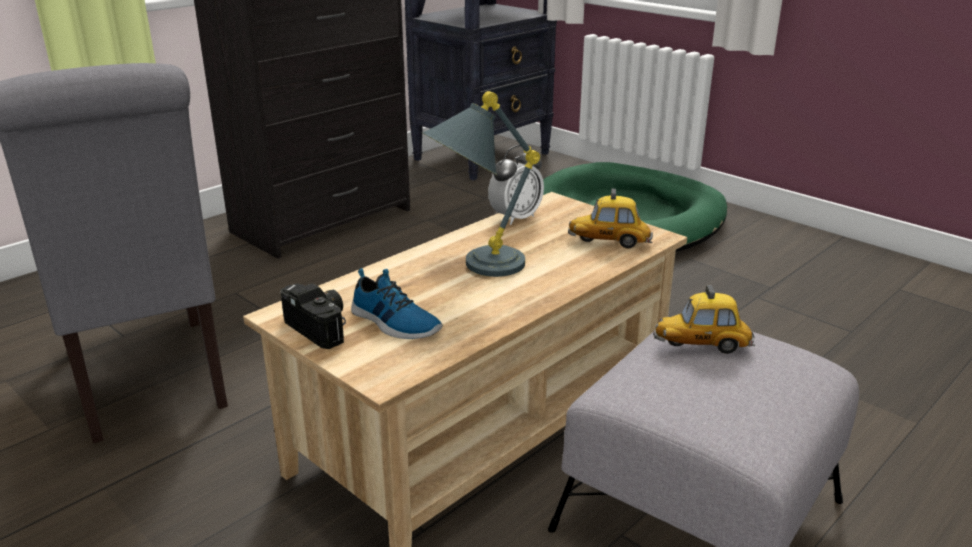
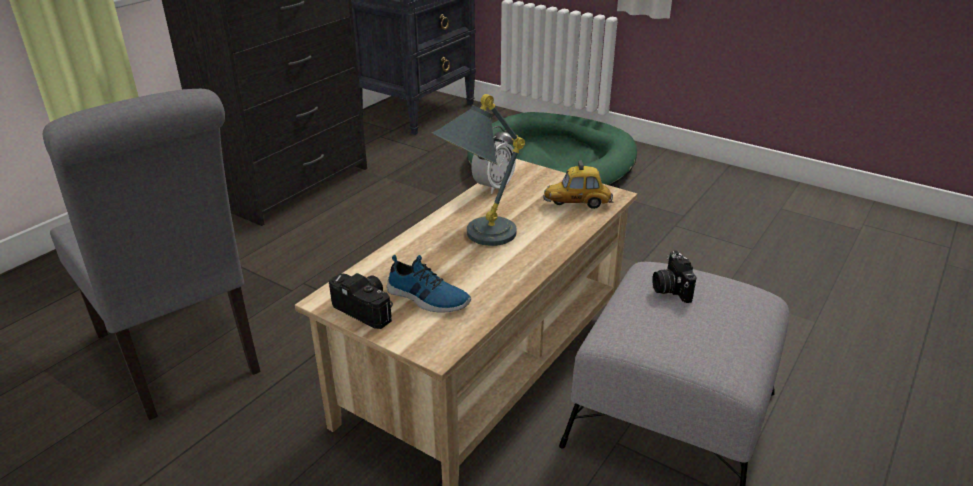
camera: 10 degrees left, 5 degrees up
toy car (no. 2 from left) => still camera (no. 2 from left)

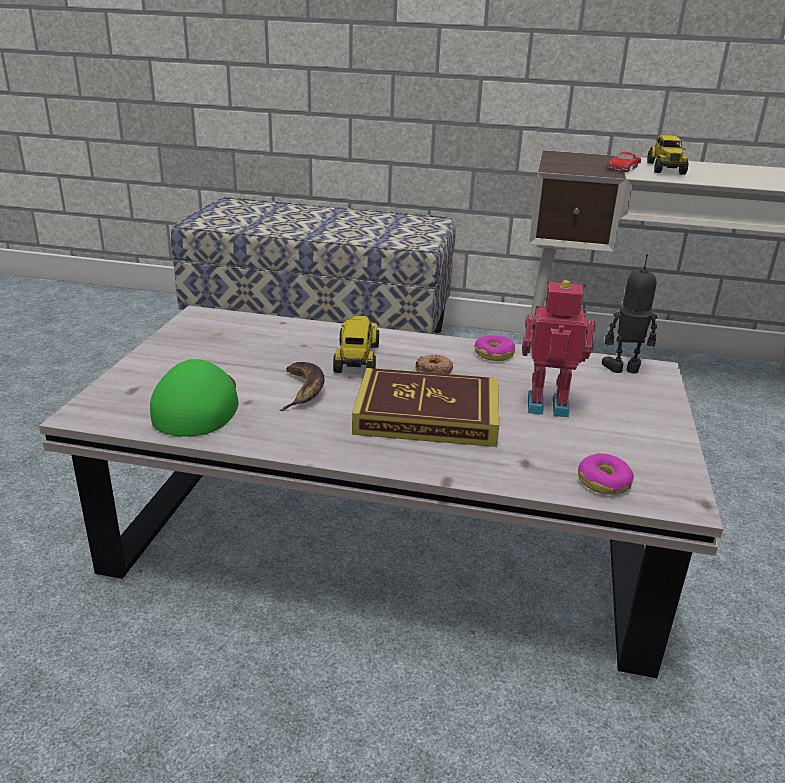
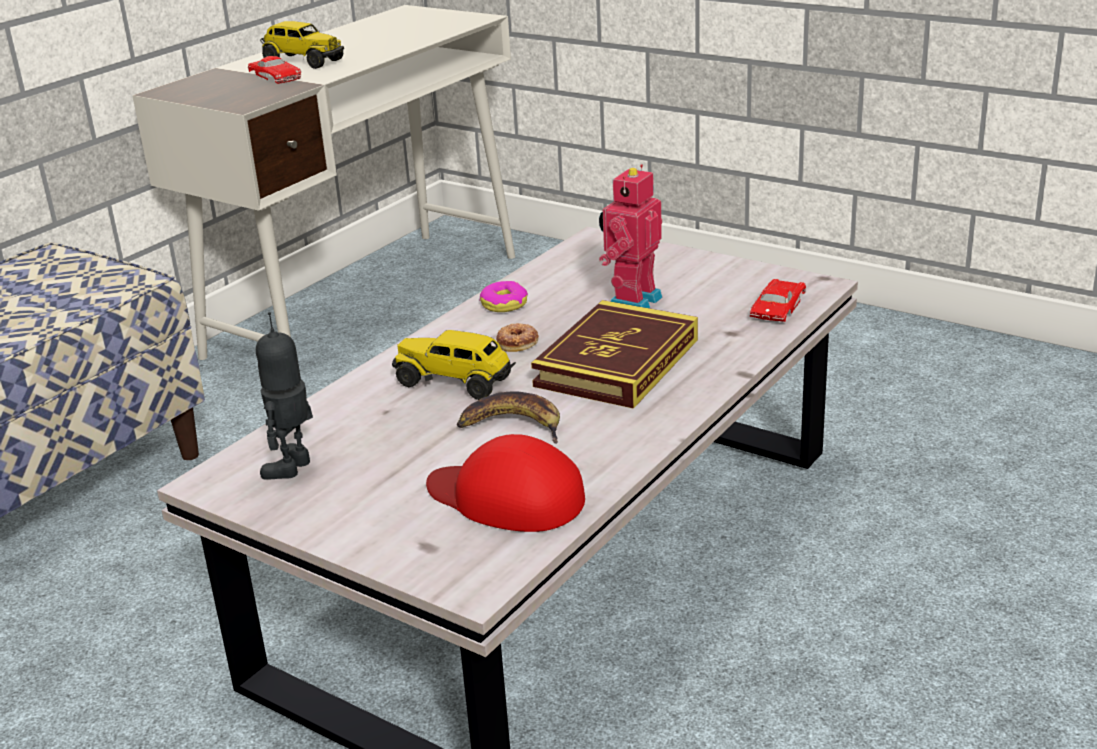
camera: 65 degrees left, 0 degrees up
toy robot (no. 2 from left in the first image) => toy robot (no. 1 from left), shifted
doughnut (no. 3 from left) => red-coloured toy car (no. 2 from left)
green-coloured baseball cap => red-coloured baseball cap

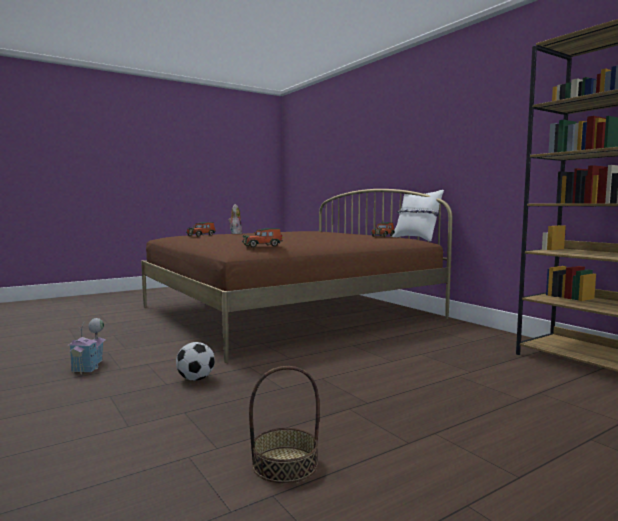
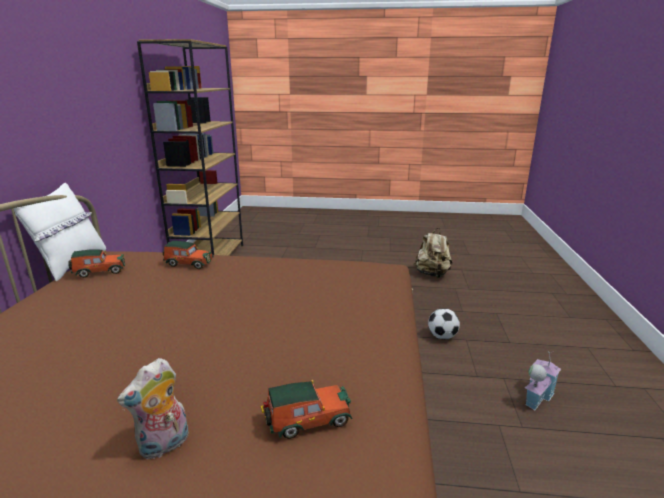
camera: 140 degrees left, 15 degrees up
toy car (no. 2 from left), shifted
basket => beige knapsack

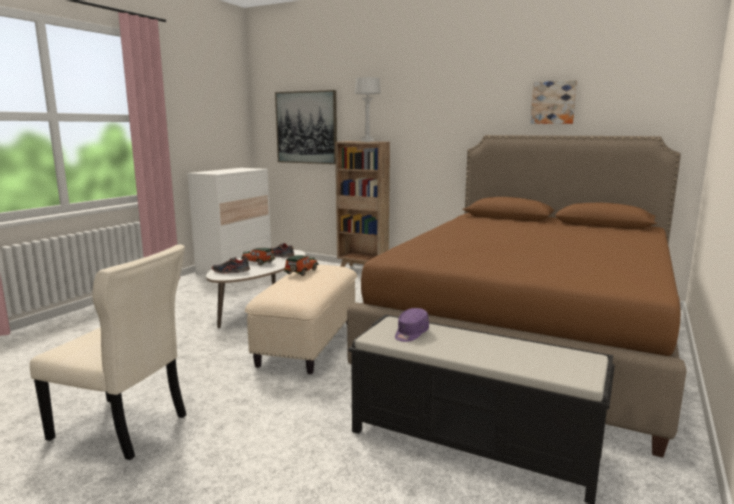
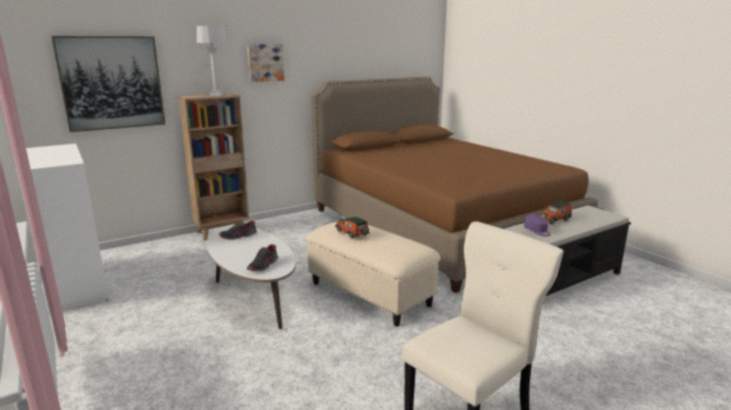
camera: 60 degrees left, 5 degrees up
toy car (no. 1 from left in the first image) => toy car (no. 2 from left), shifted
wall art (no. 2 from left), shifted

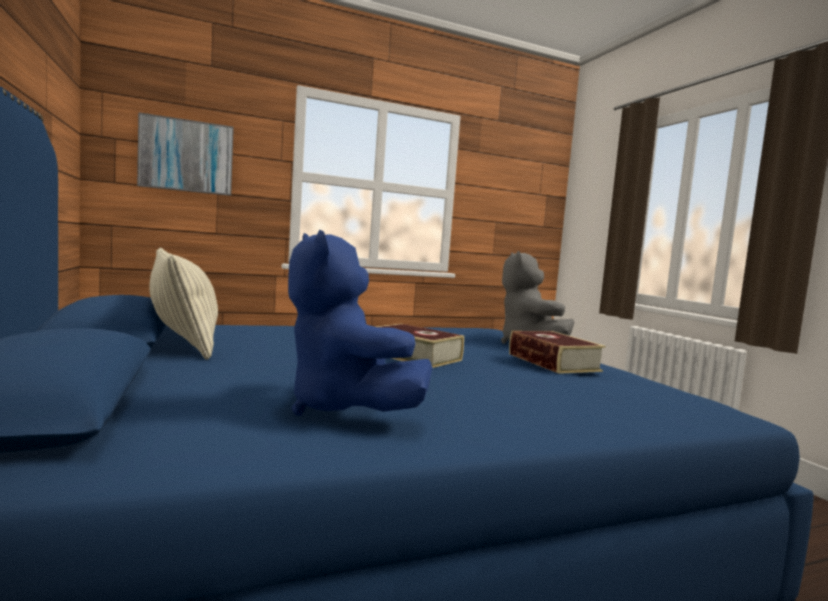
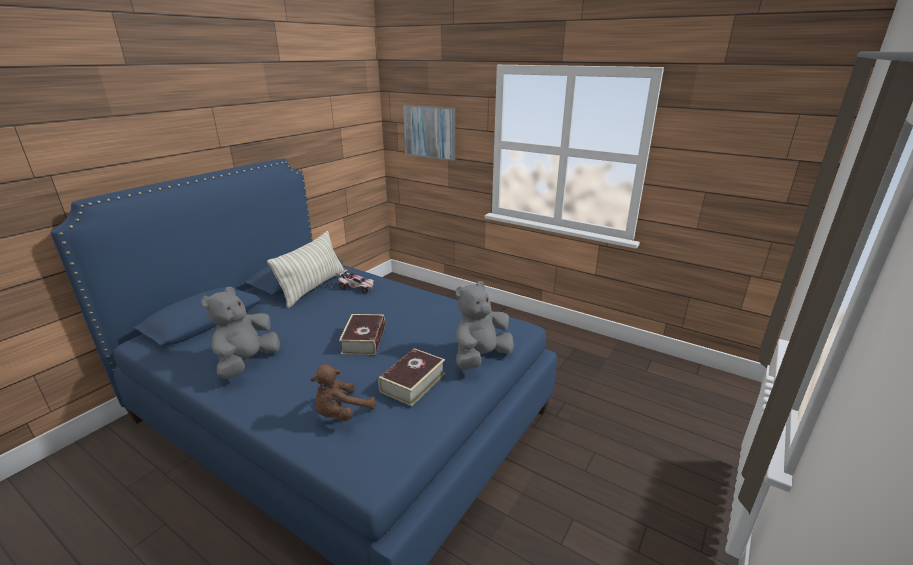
camera: 55 degrees right, 20 degrees up
nothing => brownish plush toy
nothing => toy car
bluish plush toy => greyish plush toy (no. 1 from left)

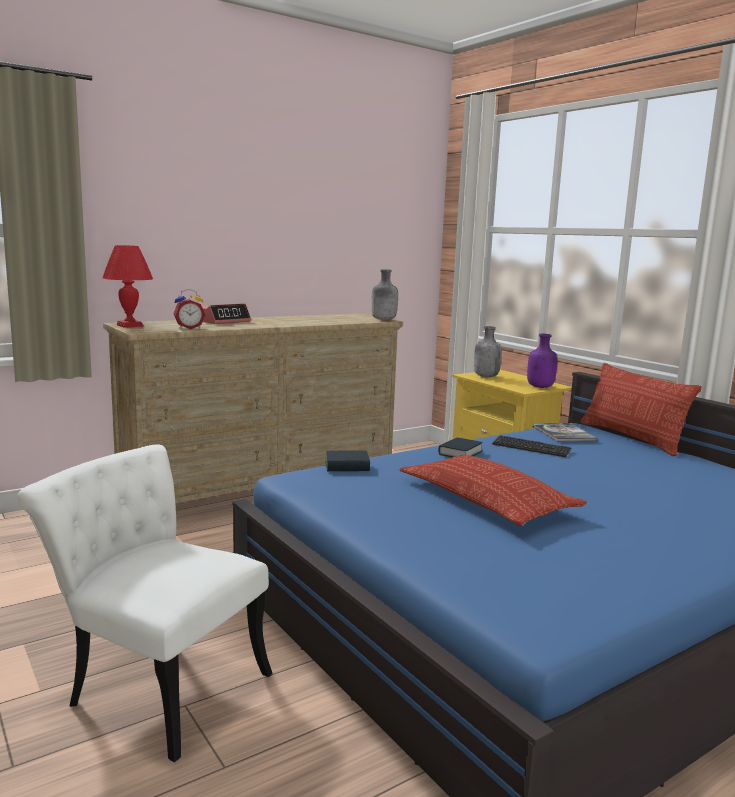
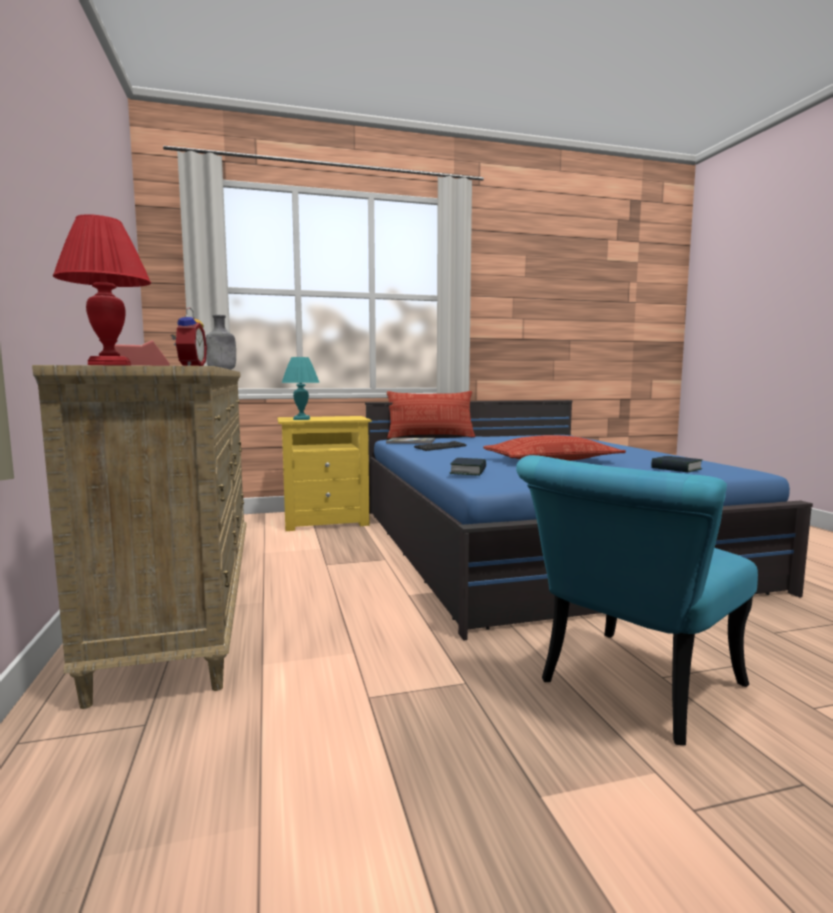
camera: 70 degrees left, 5 degrees down
purple-coloured drink bottle => nothing
bound book (no. 2 from left in the first image) => bound book (no. 3 from left), shifted
greyish drink bottle (no. 2 from left) => turquoise-coloured tabletop lamp
white chair => turquoise-coloured chair

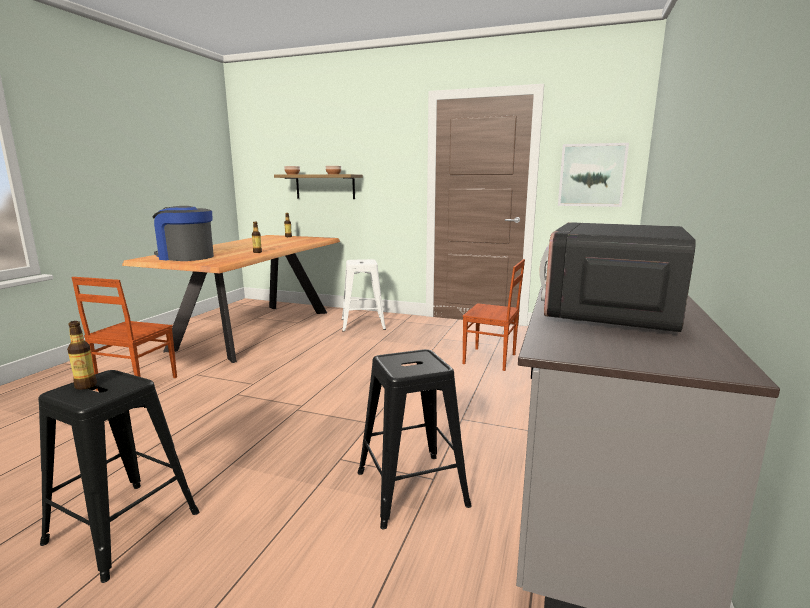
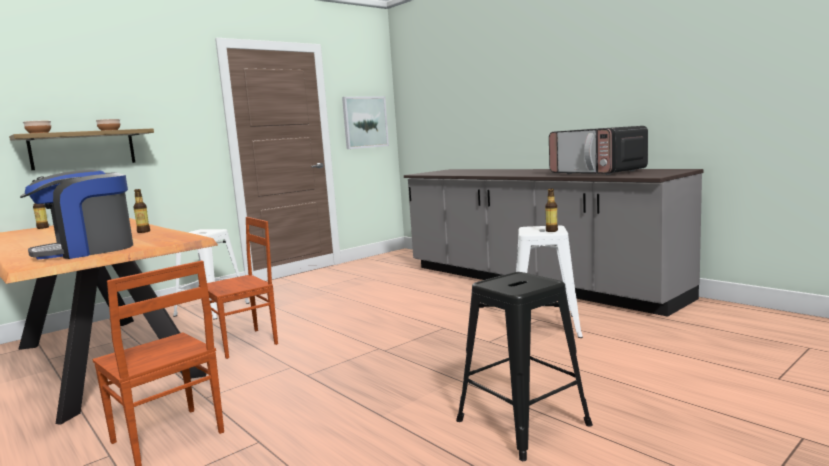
camera: 60 degrees left, 5 degrees down
drink bottle (no. 1 from left in the first image) => drink bottle (no. 3 from left), shifted
brownish chair (no. 2 from left), shifted
black stool seat (no. 2 from left) => white stool seat (no. 2 from left)

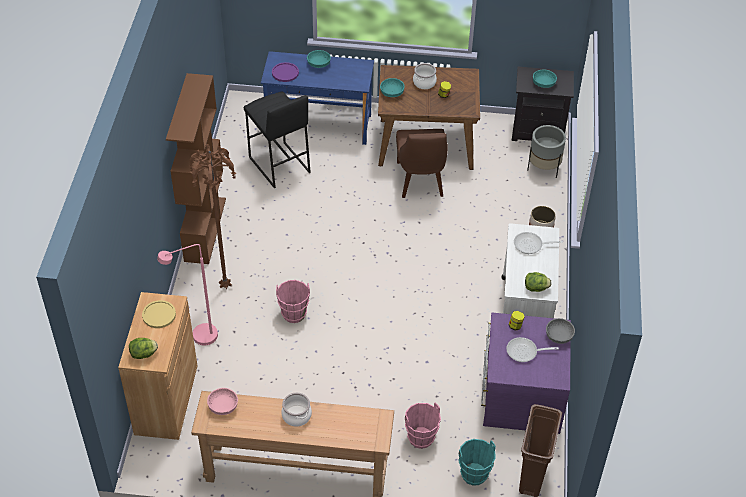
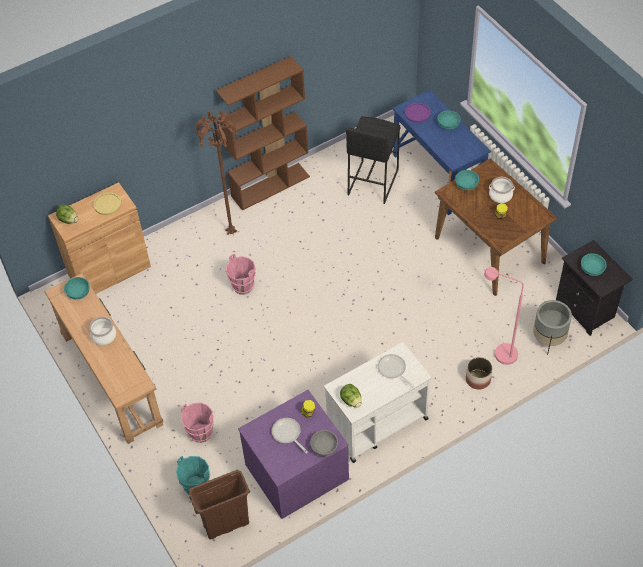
camera: 55 degrees right, 5 degrees up
brownish chair => nothing
pinkish standing lamp, shifted
pinkish serving bowl => turquoise-coloured serving bowl (no. 1 from left)

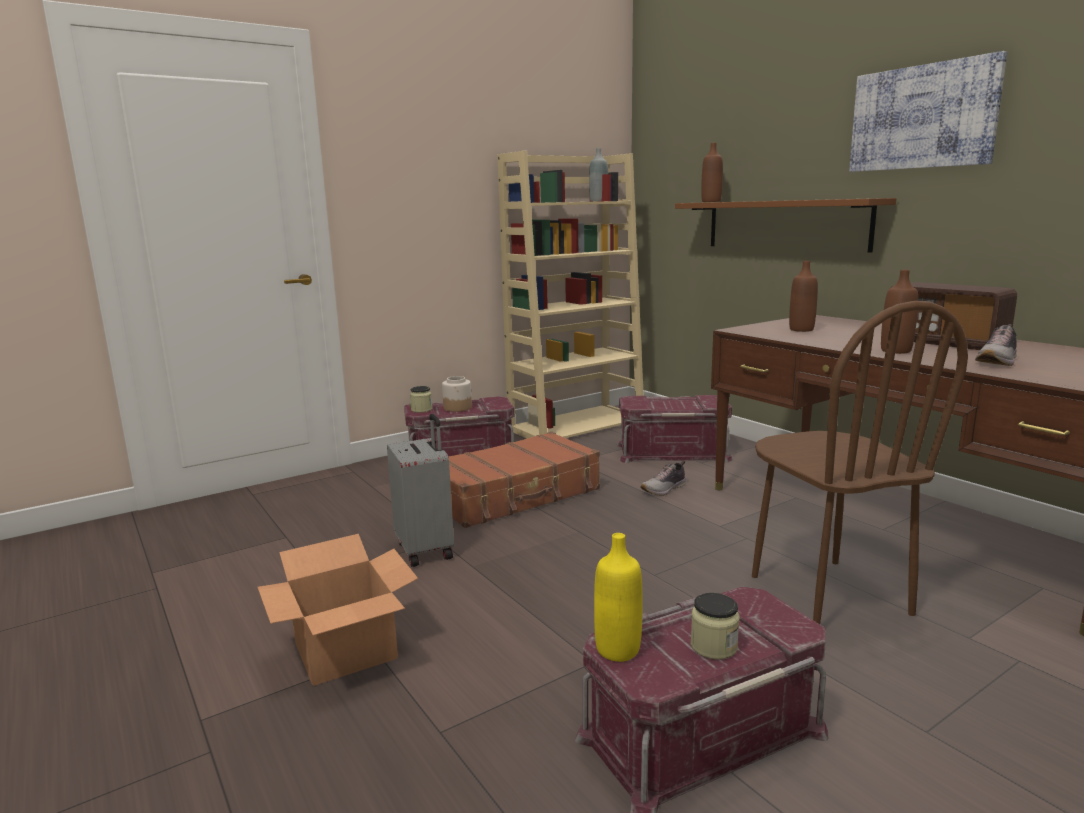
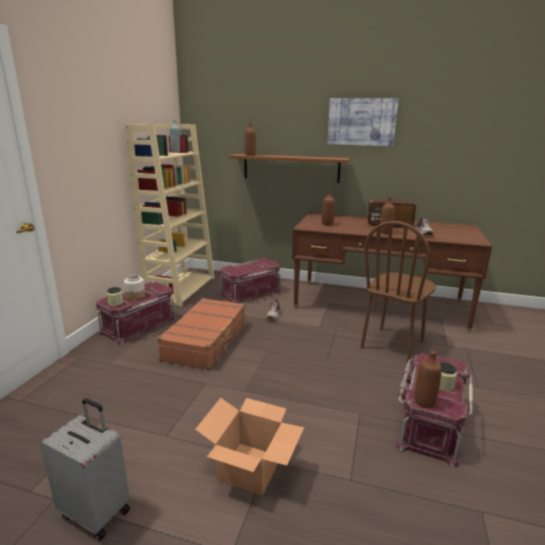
camera: 40 degrees left, 5 degrees up
greyish piece of luggage, shifted
yellow-coloured drink bottle => brownish drink bottle (no. 4 from left)
brownish chair, 90 degrees clockwise

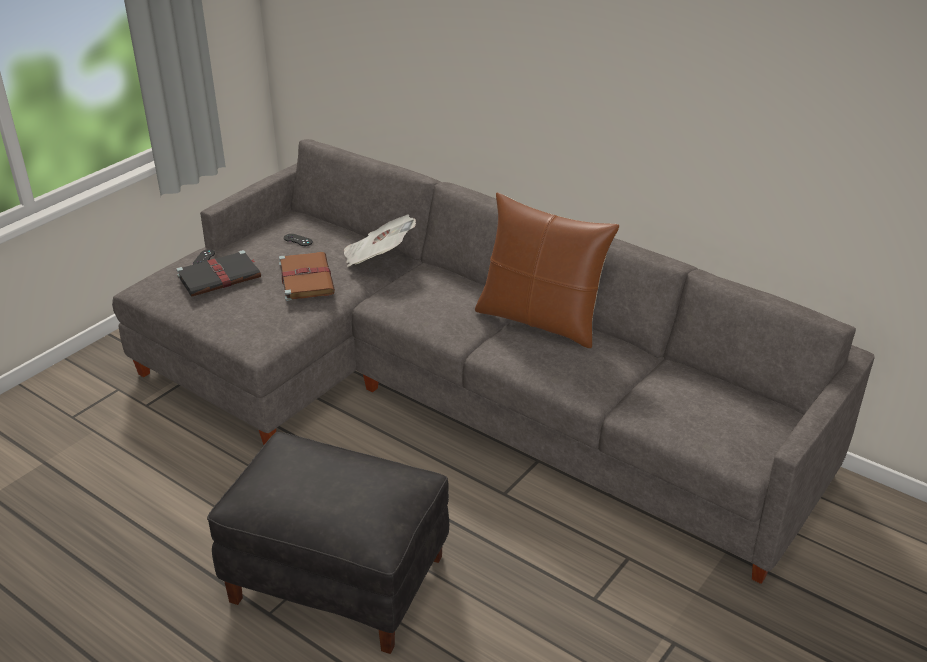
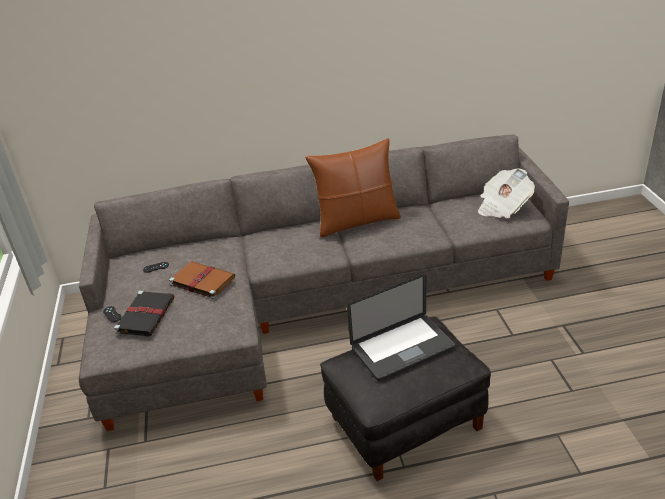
camera: 45 degrees left, 0 degrees up
nothing => laptop
newspaper, shifted

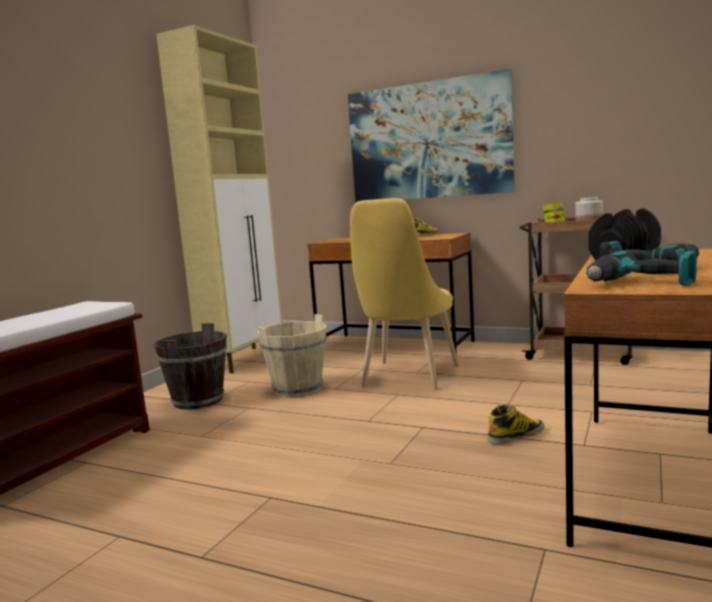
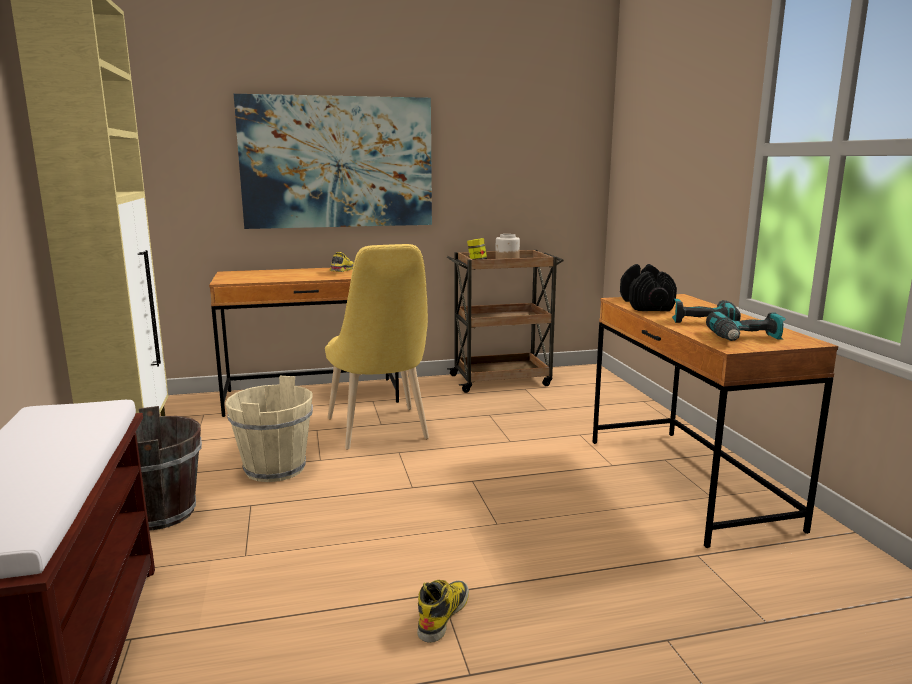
camera: 40 degrees left, 5 degrees up
tall boot, shifted

